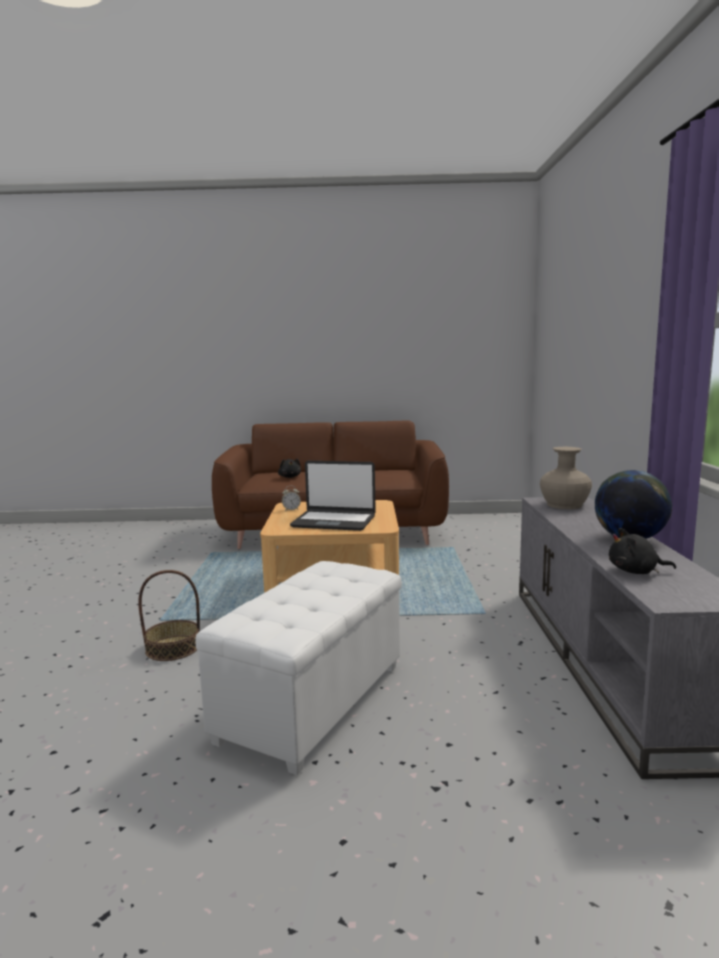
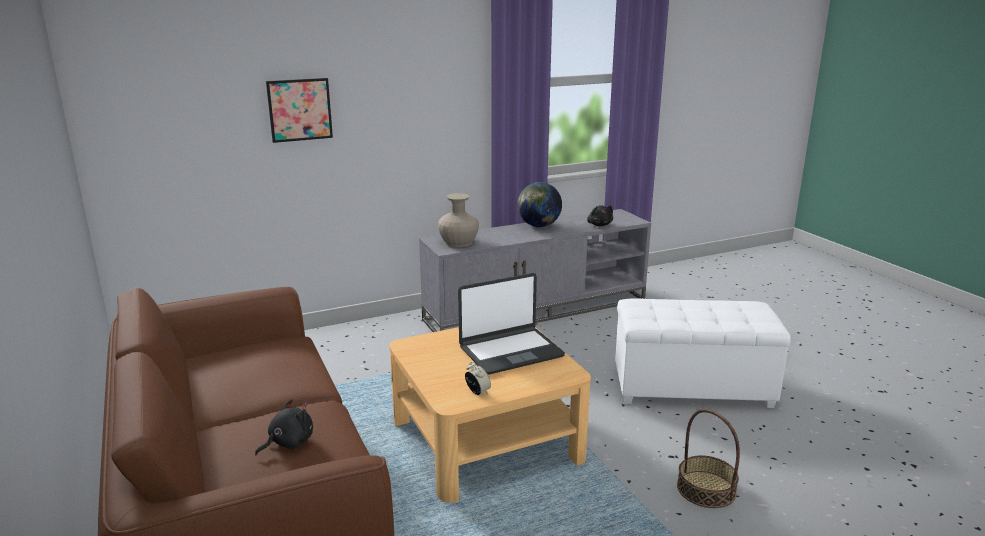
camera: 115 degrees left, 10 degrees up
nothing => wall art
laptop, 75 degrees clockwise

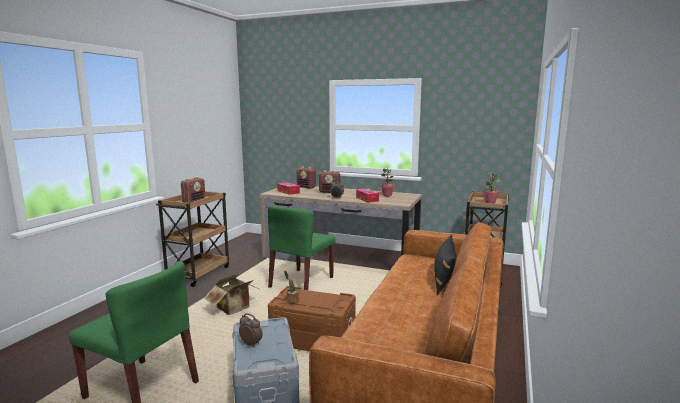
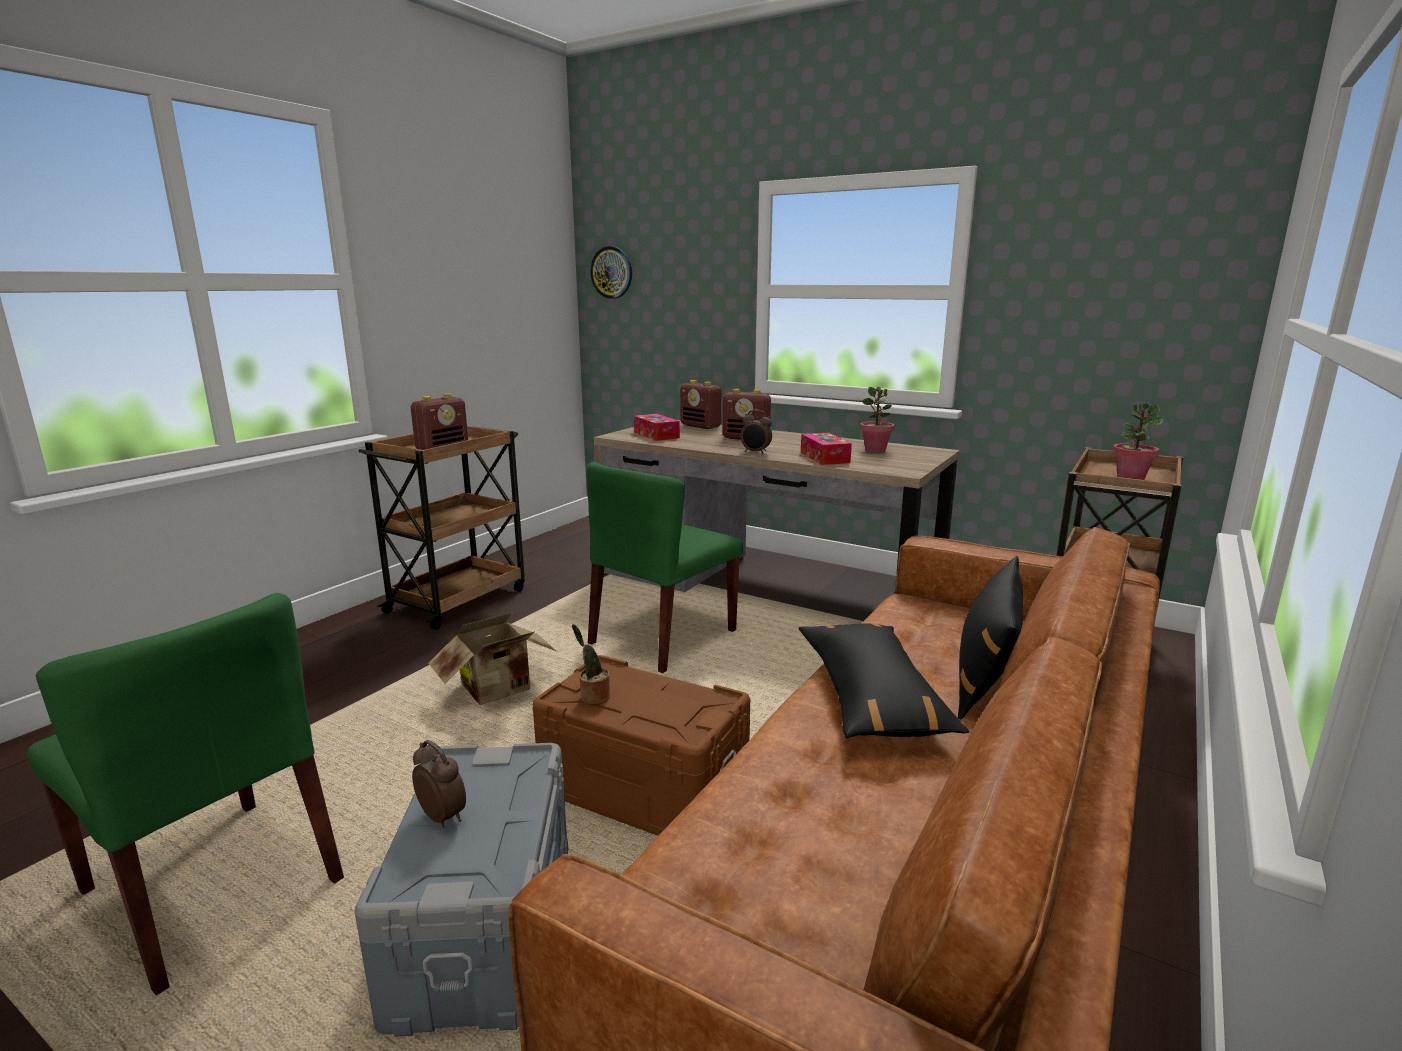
camera: 10 degrees right, 5 degrees up
nothing => wall clock
nothing => black pillow (no. 1 from left)

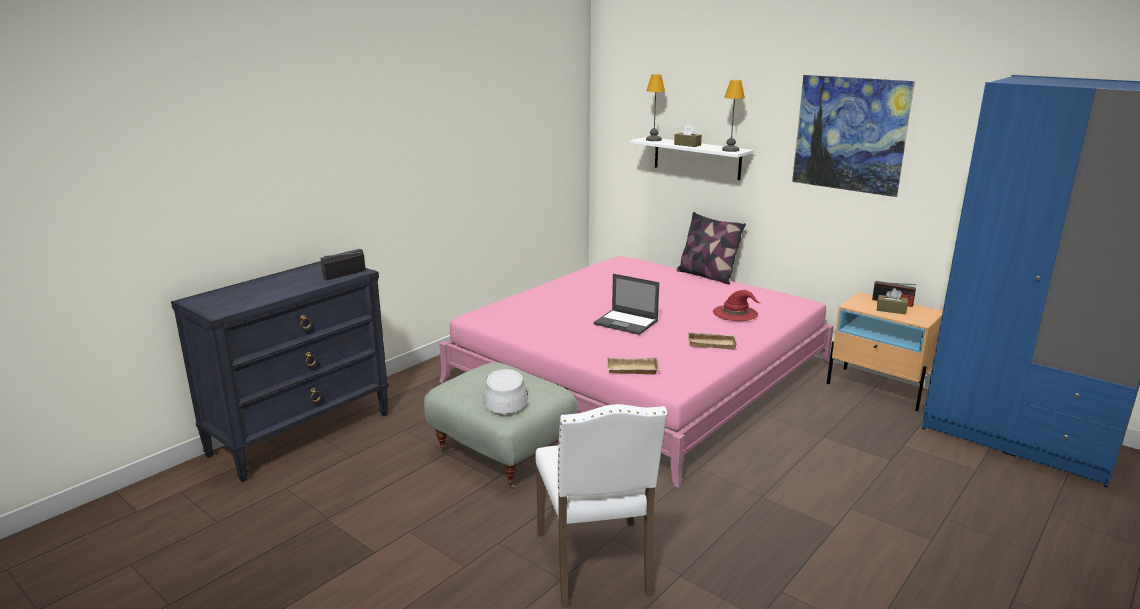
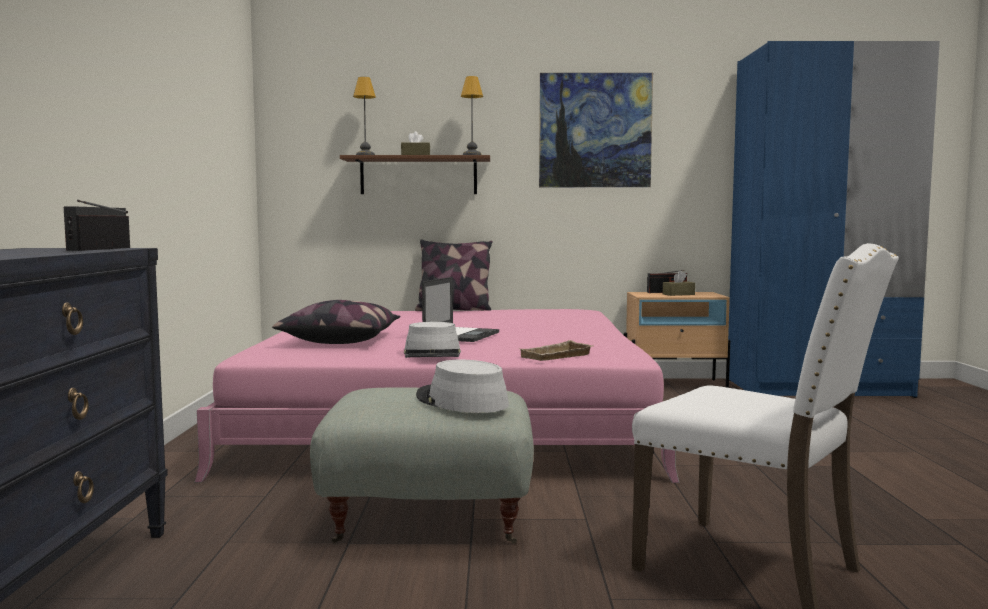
camera: 40 degrees left, 15 degrees down
beige serving tray (no. 2 from left) => nothing
red-coloured hat => nothing
nothing => pillow (no. 1 from left)
nothing => greyish hat (no. 1 from left)
white shelf => brownish shelf
laptop, 60 degrees counterclockwise

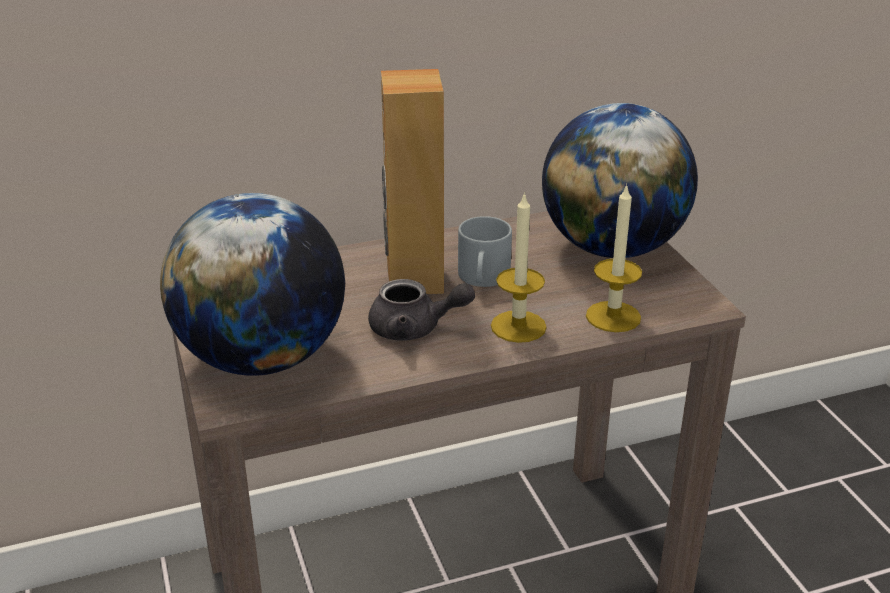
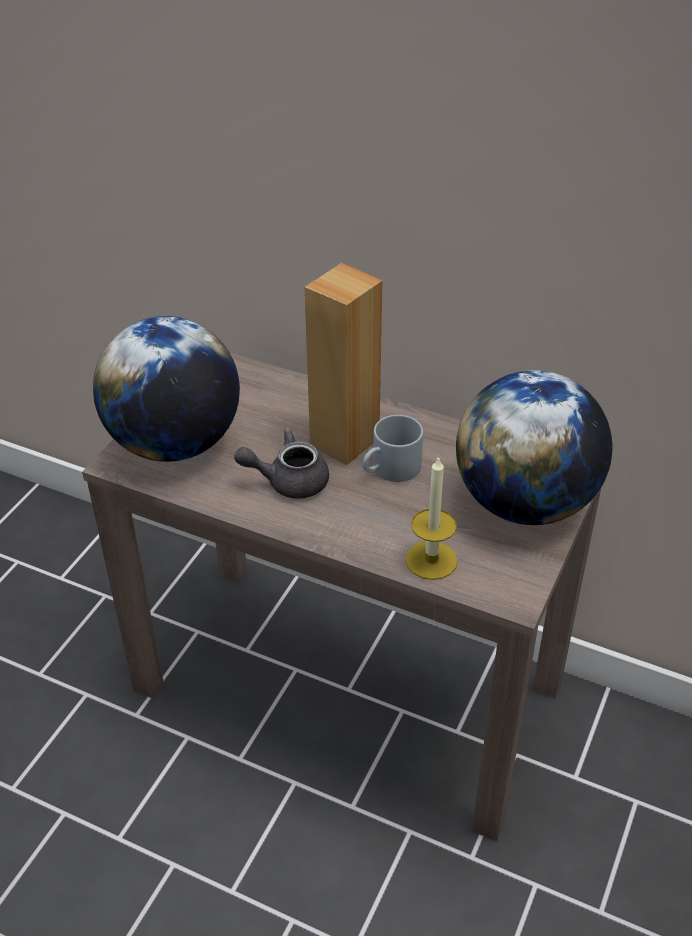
camera: 45 degrees right, 10 degrees up
wax candle (no. 1 from left) => nothing
greyish teapot, 120 degrees clockwise

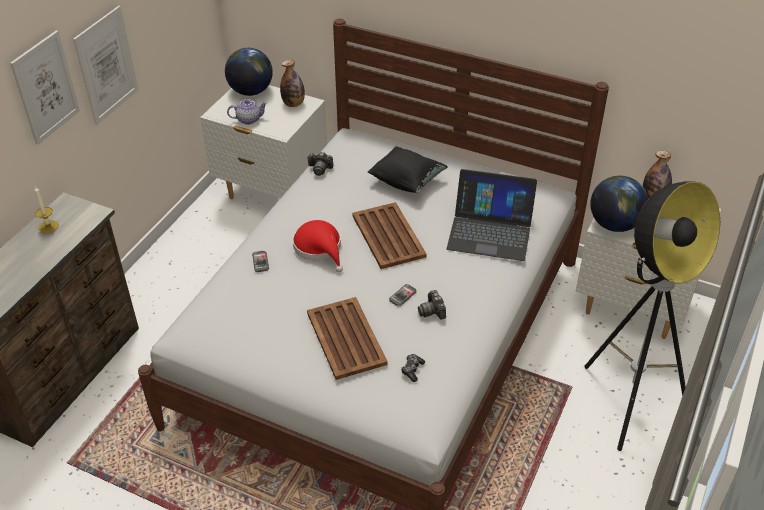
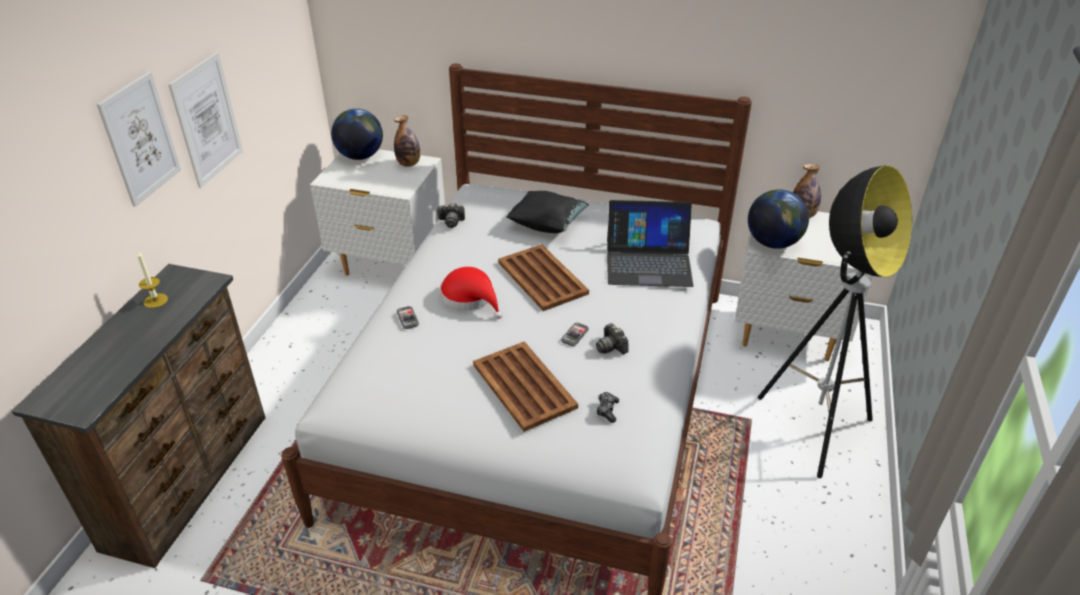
camera: 10 degrees left, 5 degrees down
teapot => nothing

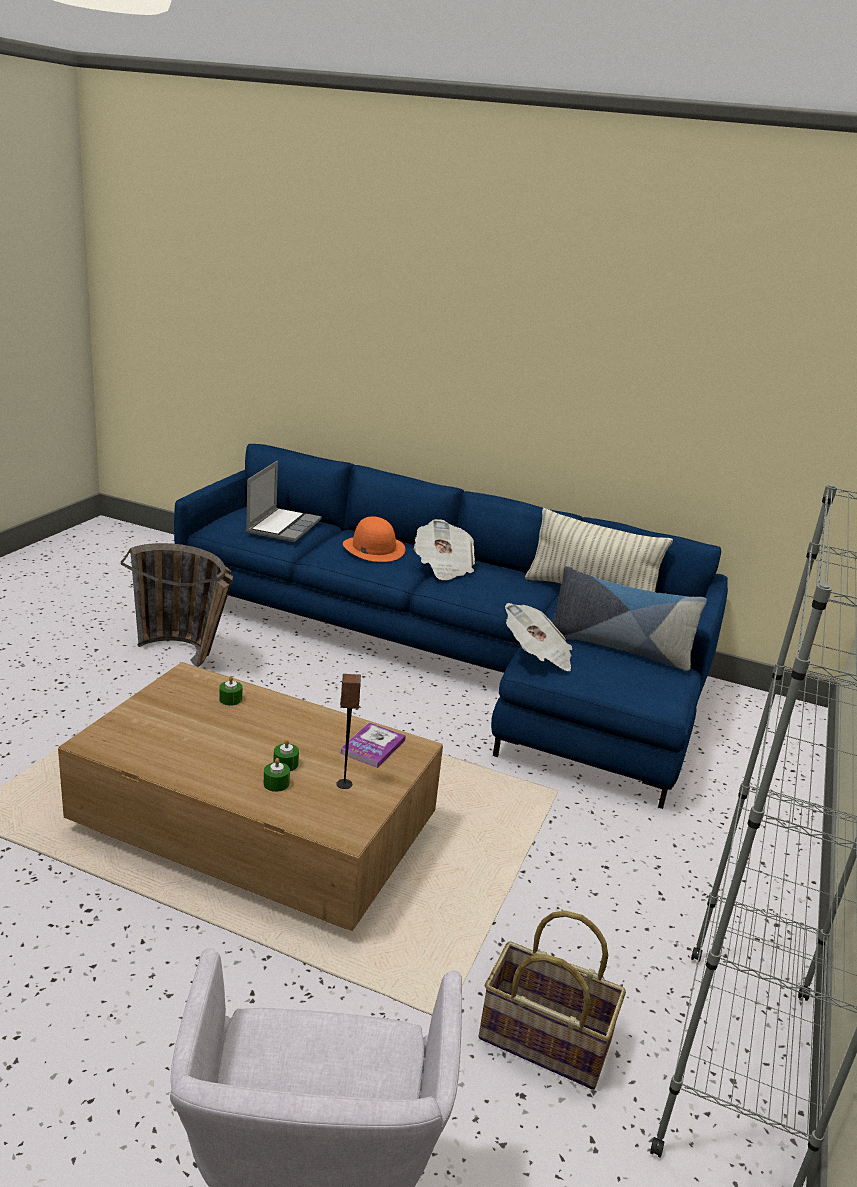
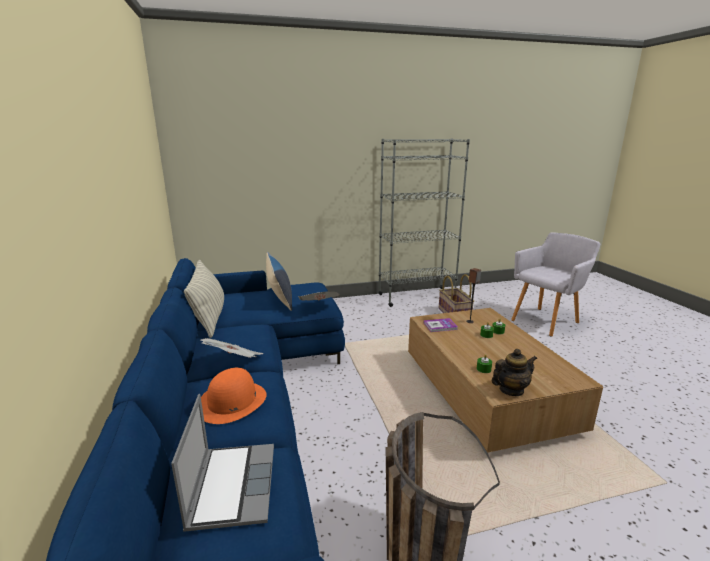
camera: 125 degrees left, 5 degrees down
nothing => teapot
laptop, 105 degrees clockwise

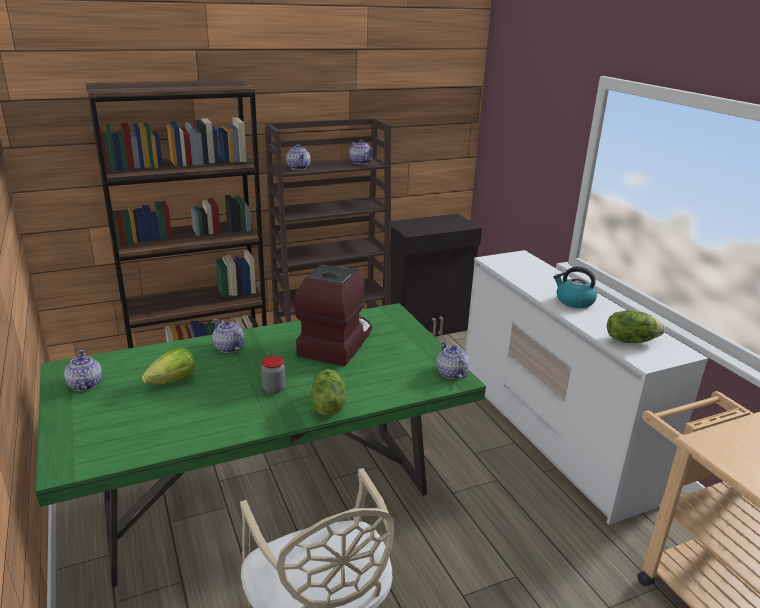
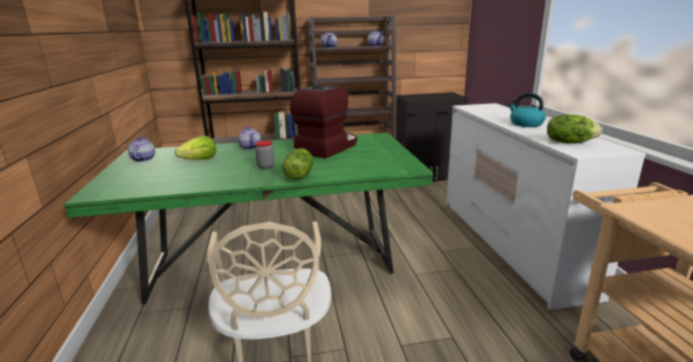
camera: 15 degrees right, 5 degrees down
teapot (no. 5 from left) => nothing

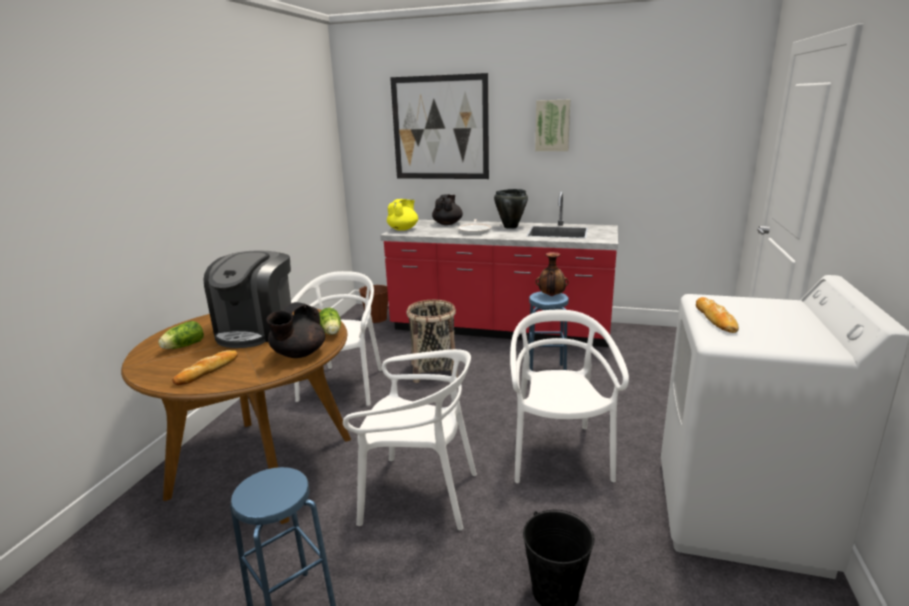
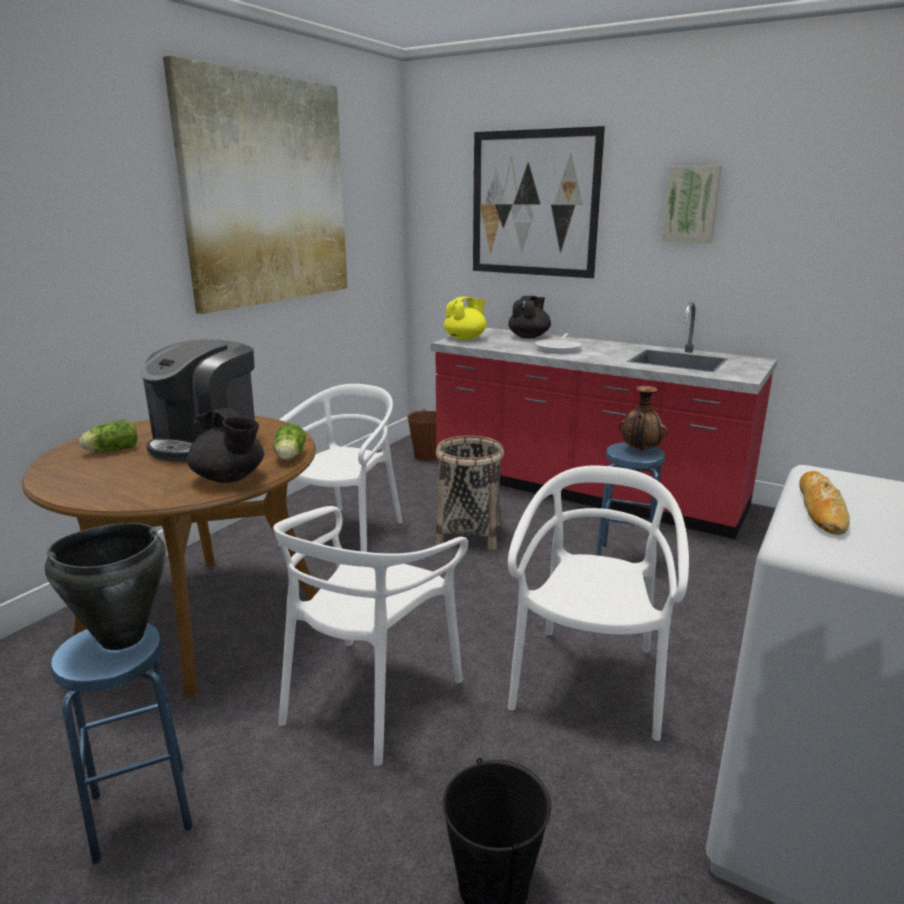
camera: 15 degrees right, 0 degrees up
bakery bread (no. 1 from left) => nothing
nothing => wall art (no. 1 from left)
black saucepot, shifted
black teapot (no. 1 from left), 90 degrees counterclockwise
white chair (no. 2 from left), 90 degrees clockwise

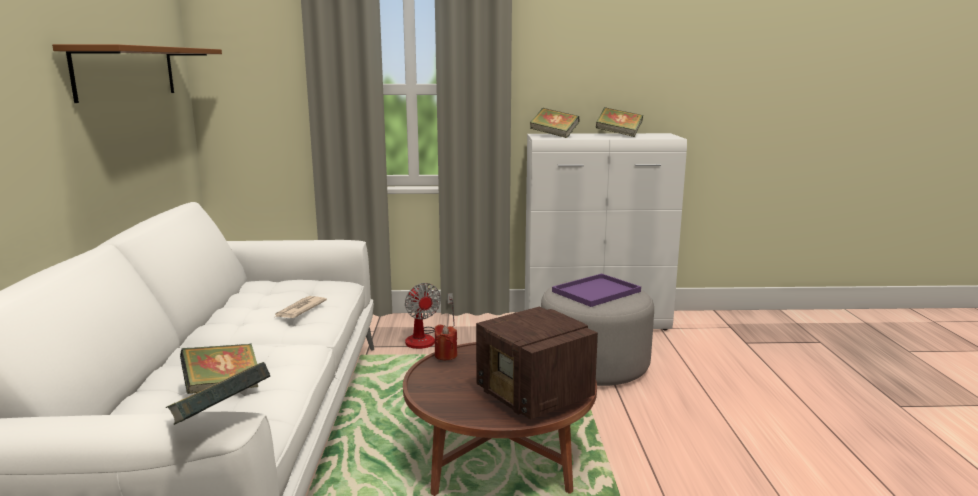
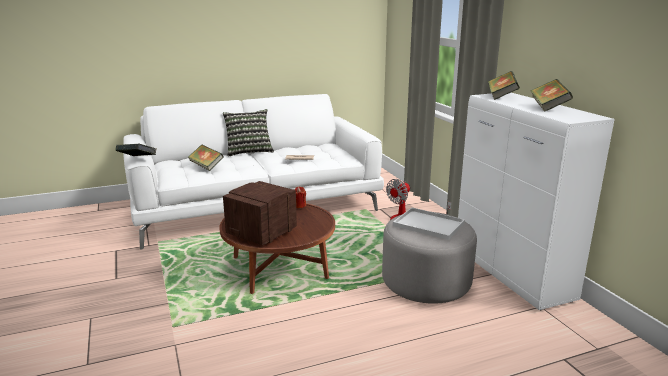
camera: 70 degrees right, 5 degrees up
brownish shelf => nothing
nothing => pillow
purple-coloured serving tray => white serving tray

